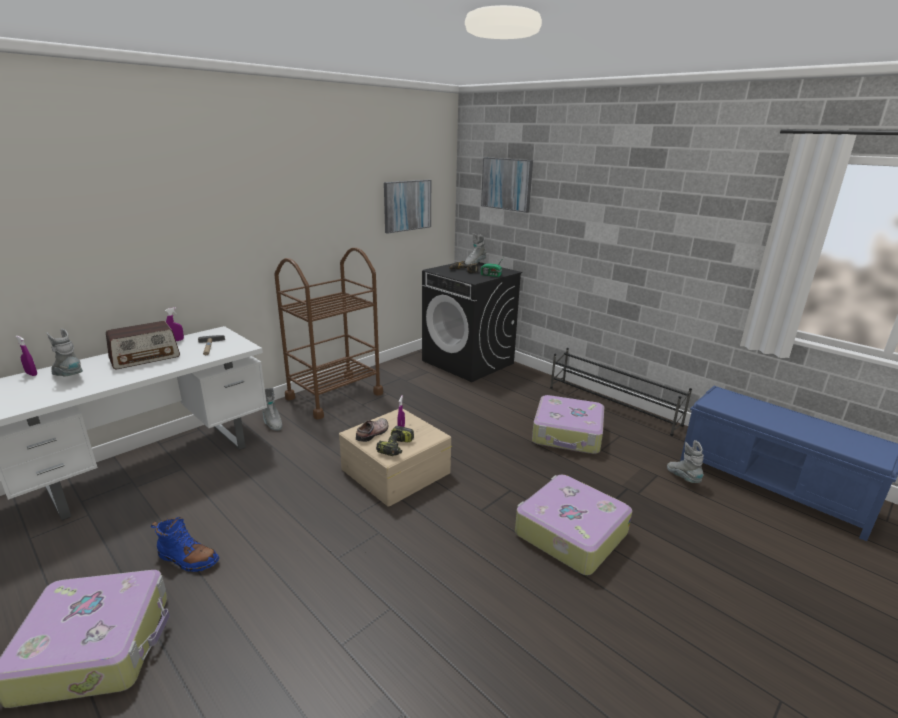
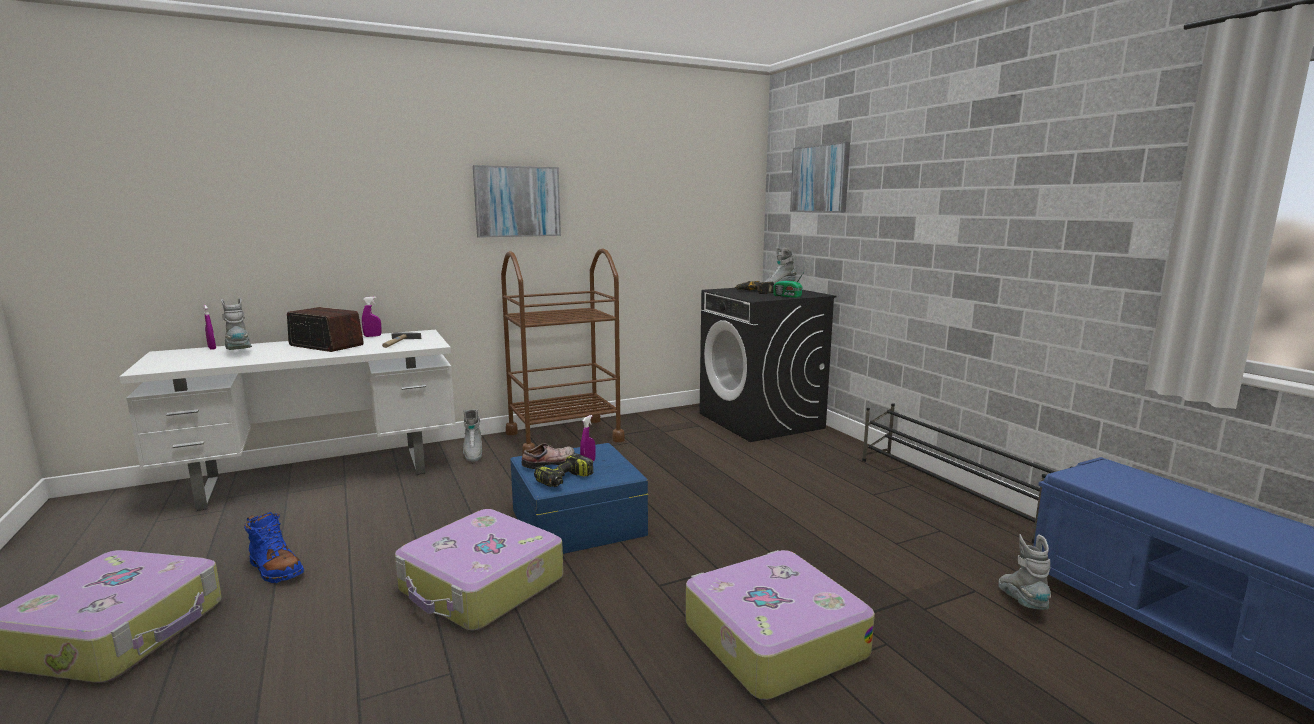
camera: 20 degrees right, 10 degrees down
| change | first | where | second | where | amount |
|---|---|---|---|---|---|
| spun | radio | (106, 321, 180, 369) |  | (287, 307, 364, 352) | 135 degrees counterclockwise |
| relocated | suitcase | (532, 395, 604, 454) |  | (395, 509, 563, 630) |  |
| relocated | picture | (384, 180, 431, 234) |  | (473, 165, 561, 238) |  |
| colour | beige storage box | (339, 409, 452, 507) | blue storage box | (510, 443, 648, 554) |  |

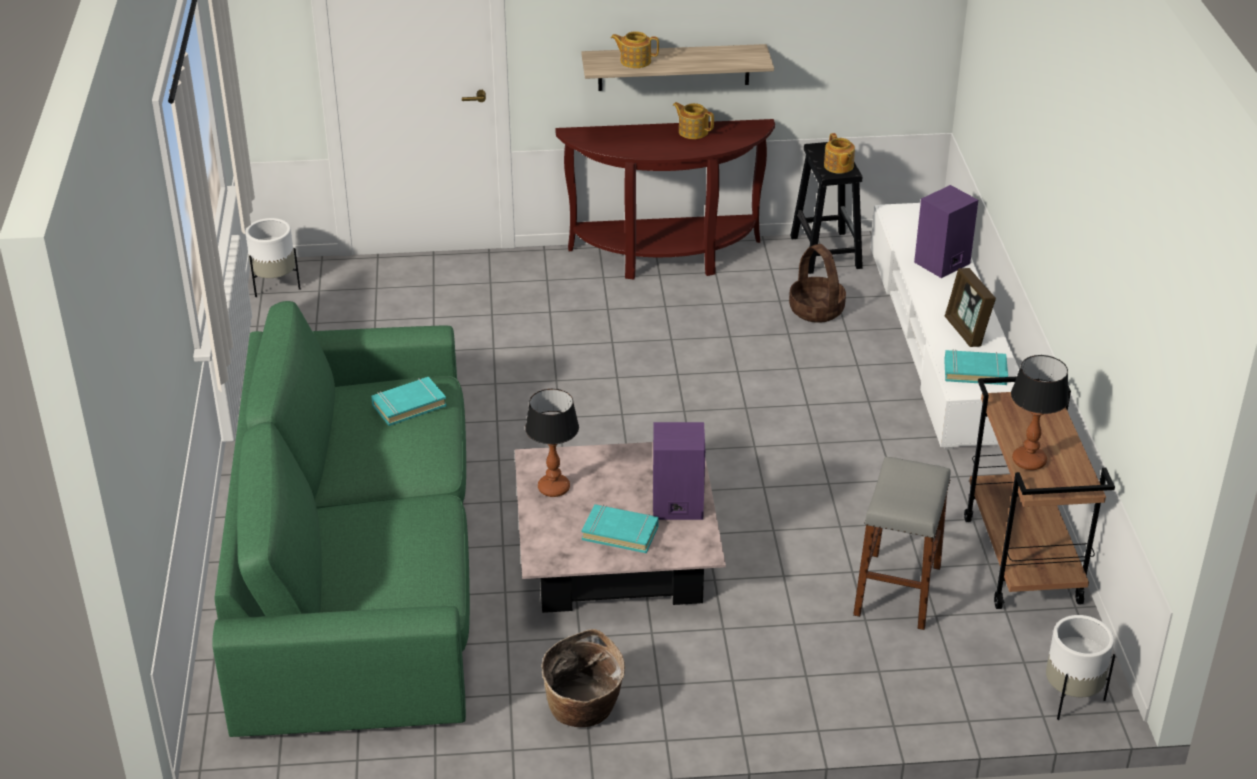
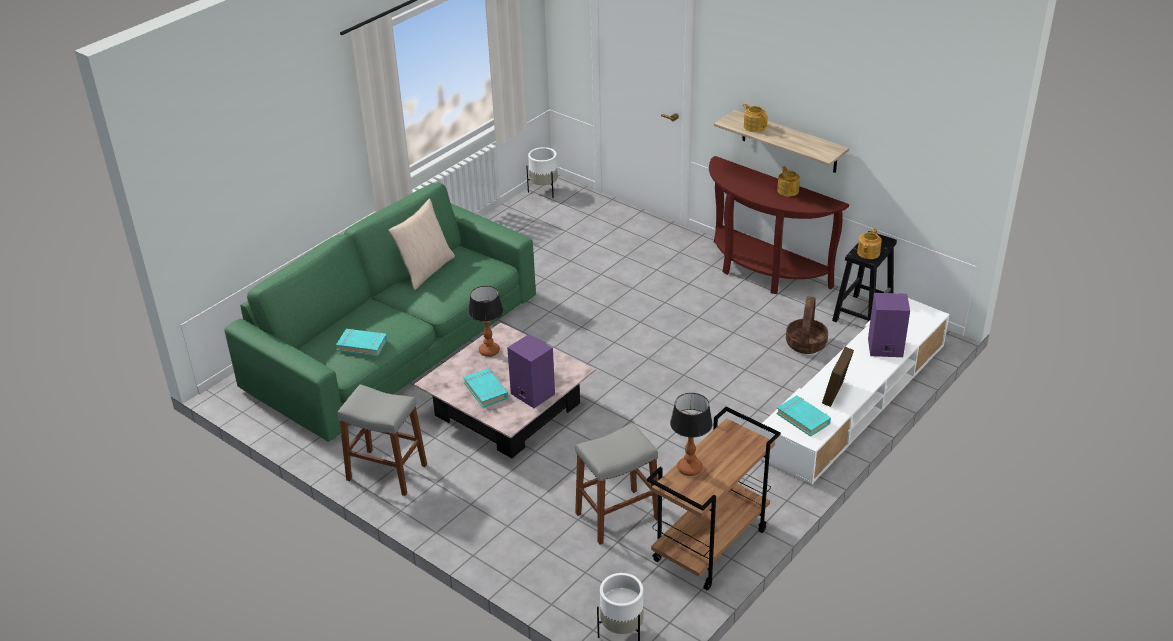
camera: 45 degrees right, 0 degrees up
| change | first | where | second | where | amount |
|---|---|---|---|---|---|
| relocated | turquoise book | (371, 377, 447, 426) |  | (336, 328, 387, 356) |  |
| exchanged | basket | (541, 629, 625, 727) | grey stool | (337, 384, 427, 496) |  |
| appeared |  |  | beige pillow | (389, 199, 455, 290) |  |

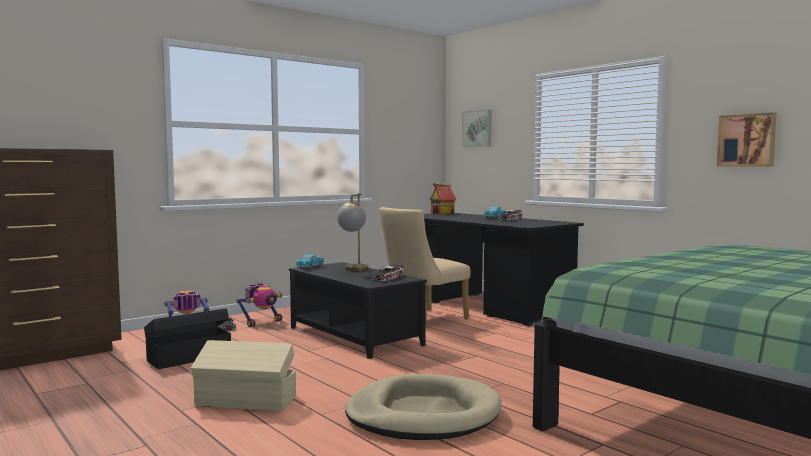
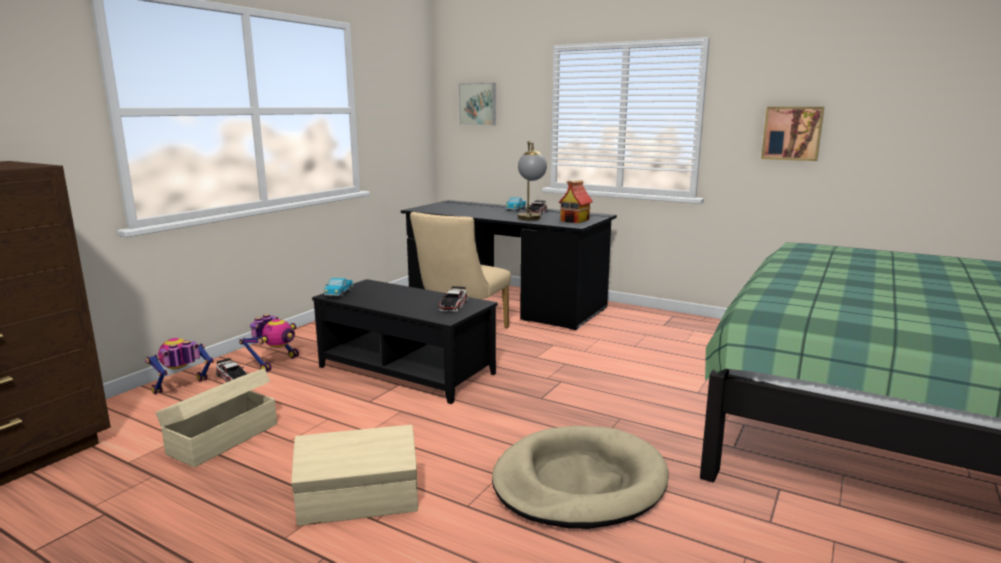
camera: 20 degrees left, 10 degrees up
| change | first | where | second | where | amount |
|---|---|---|---|---|---|
| colour | black storage box | (144, 308, 231, 369) | beige storage box | (155, 369, 277, 467) |  |
| relocated | table lamp | (337, 193, 369, 272) |  | (518, 141, 547, 220) |  |
| relocated | toy house | (430, 183, 456, 214) |  | (558, 181, 593, 223) |  |

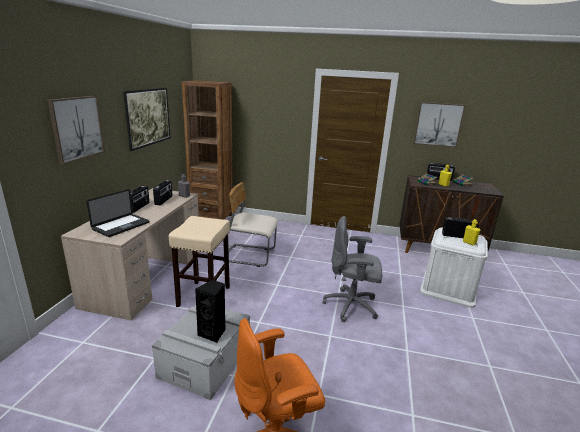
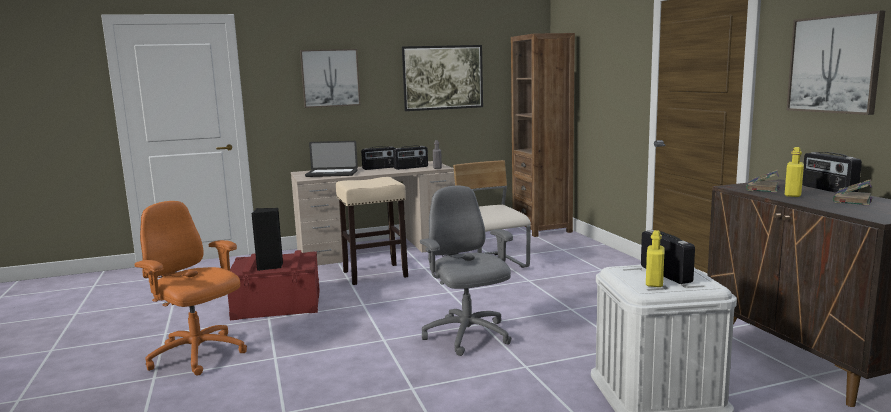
camera: 60 degrees right, 10 degrees down
| change | first | where | second | where | amount |
|---|---|---|---|---|---|
| colour | grey storage box | (152, 305, 250, 400) | red storage box | (228, 250, 320, 320) |  |

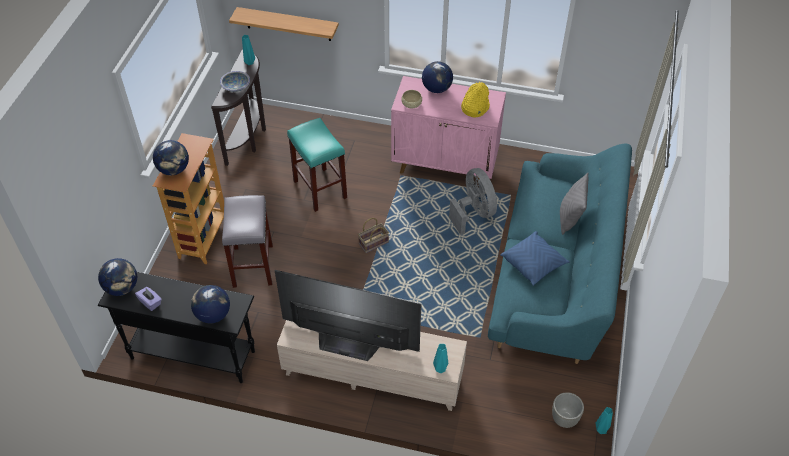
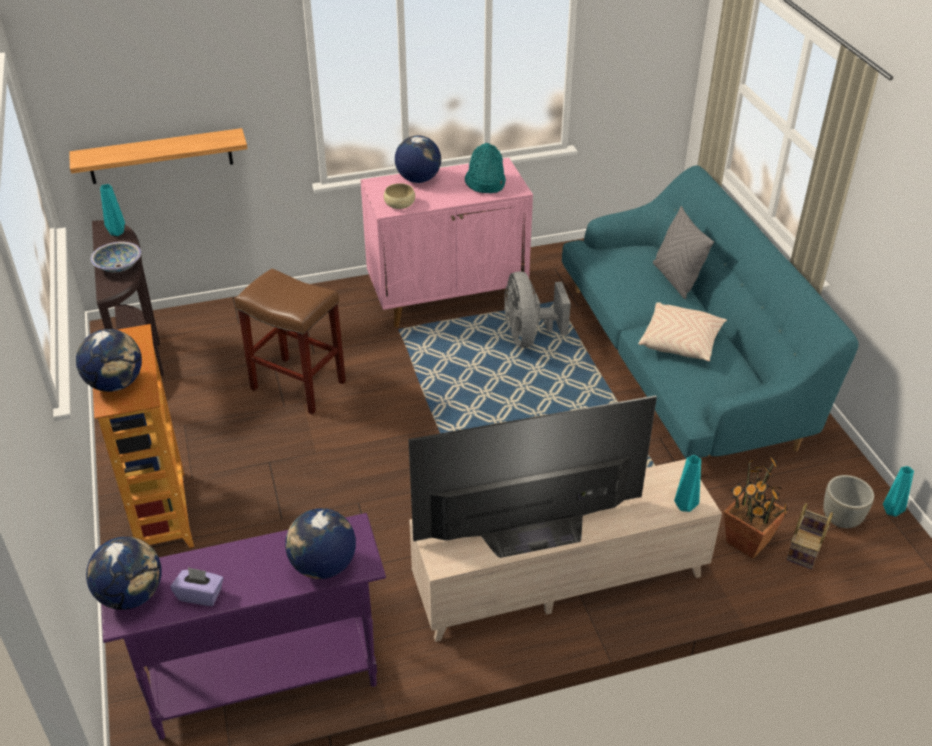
camera: 30 degrees left, 10 degrees down
| change | first | where | second | where | amount |
|---|---|---|---|---|---|
| colour | black console table | (98, 272, 255, 383) | purple console table | (101, 513, 386, 740) |  |
| colour | turquoise stool | (287, 118, 347, 212) | brown stool | (235, 268, 346, 415) |  |
| colour | yellow hat | (461, 82, 490, 118) | turquoise hat | (465, 143, 506, 193) |  |
| spun | grey fan | (449, 168, 497, 235) |  | (504, 272, 571, 348) | 135 degrees counterclockwise |
| colour | blue pillow | (500, 231, 570, 286) | beige pillow | (638, 302, 727, 361) |  |
| appeared |  |  | potted plant | (724, 455, 788, 559) |  |
| relocated | basket | (358, 218, 389, 253) |  | (787, 503, 833, 569) |  |
| missing | grey stool | (222, 195, 273, 288) |  |  |  |

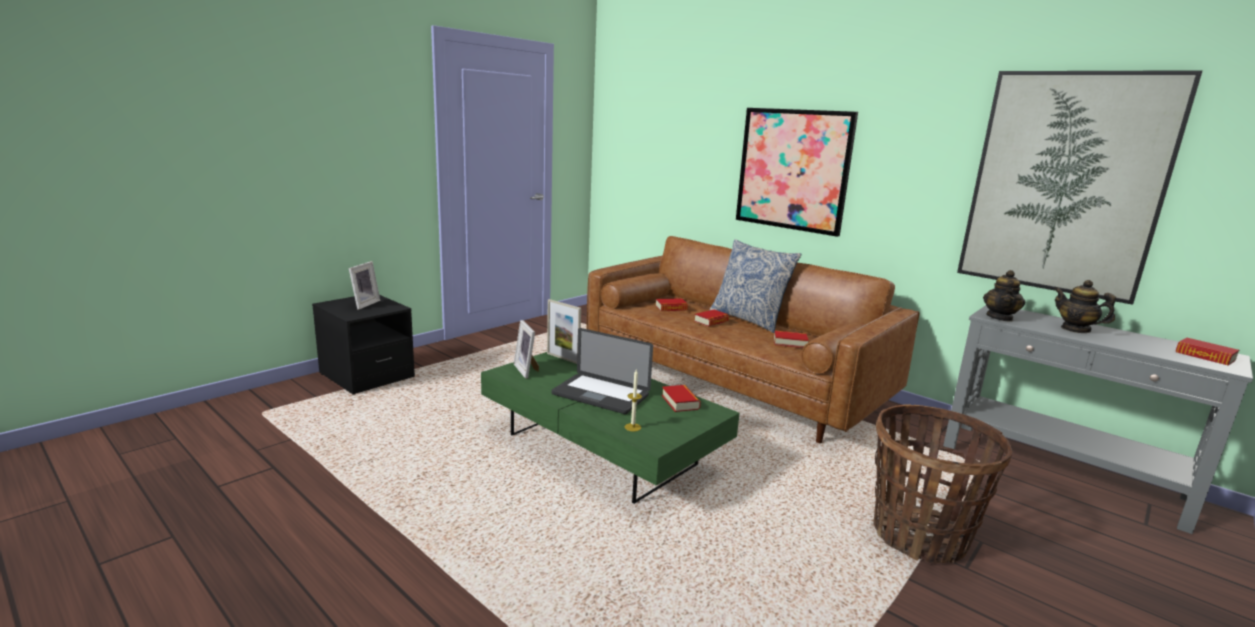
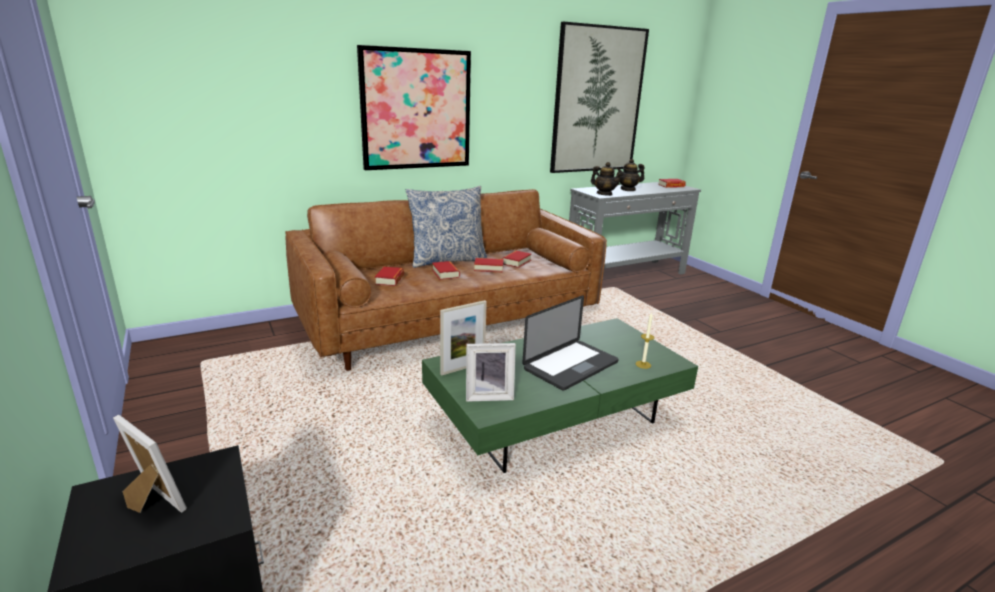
camera: 70 degrees left, 5 degrees up
| change | first | where | second | where | amount |
|---|---|---|---|---|---|
| relocated | book | (662, 385, 701, 412) |  | (474, 258, 504, 273) |  |
| missing | basket | (873, 404, 1012, 563) |  |  |  |

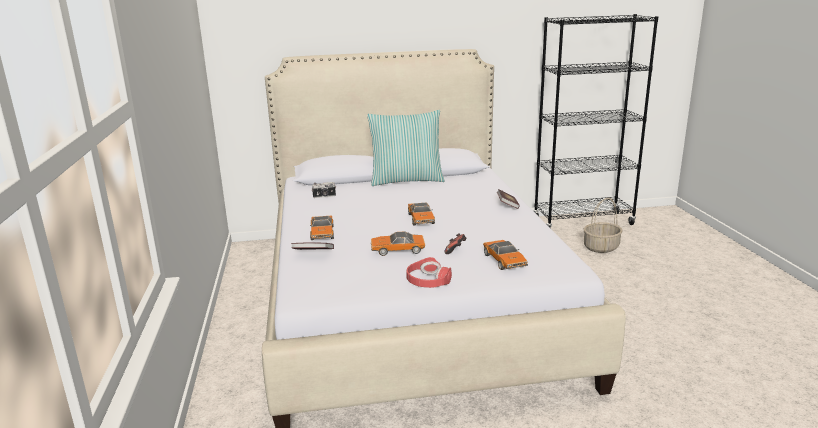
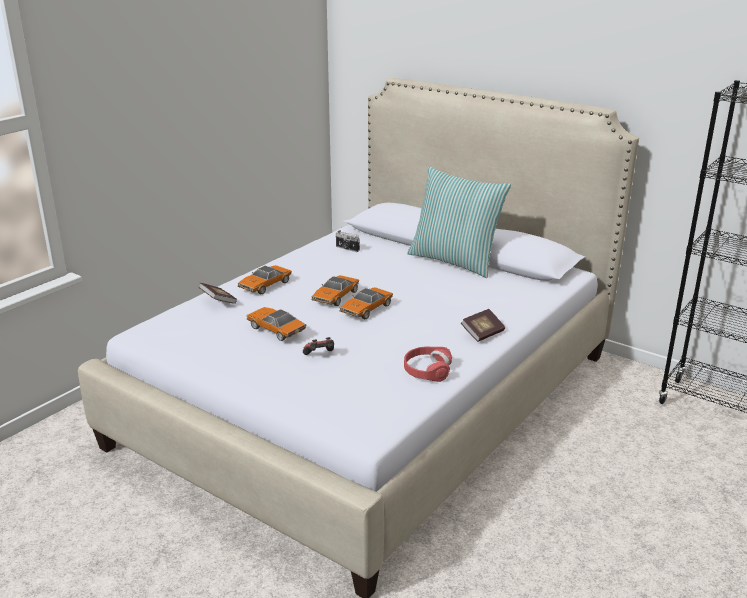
camera: 45 degrees right, 5 degrees up
| change | first | where | second | where | amount |
|---|---|---|---|---|---|
| relocated | toy car | (483, 240, 528, 270) |  | (311, 275, 359, 306) |  |
| relocated | red headphones | (406, 257, 452, 288) |  | (404, 346, 452, 382) |  |
| missing | basket | (584, 198, 623, 253) |  |  |  |

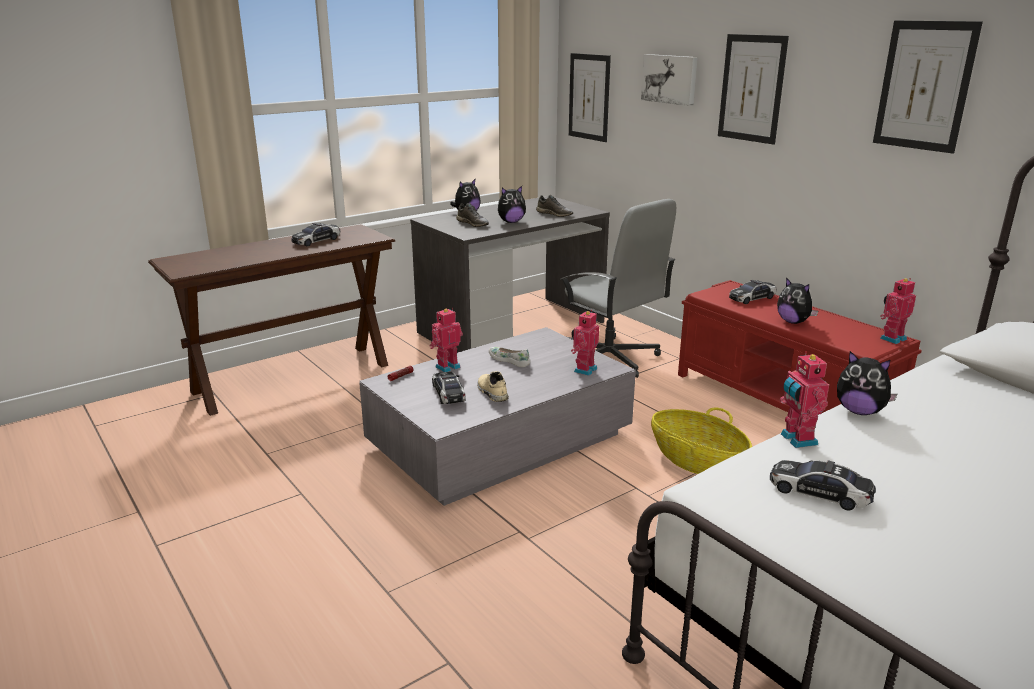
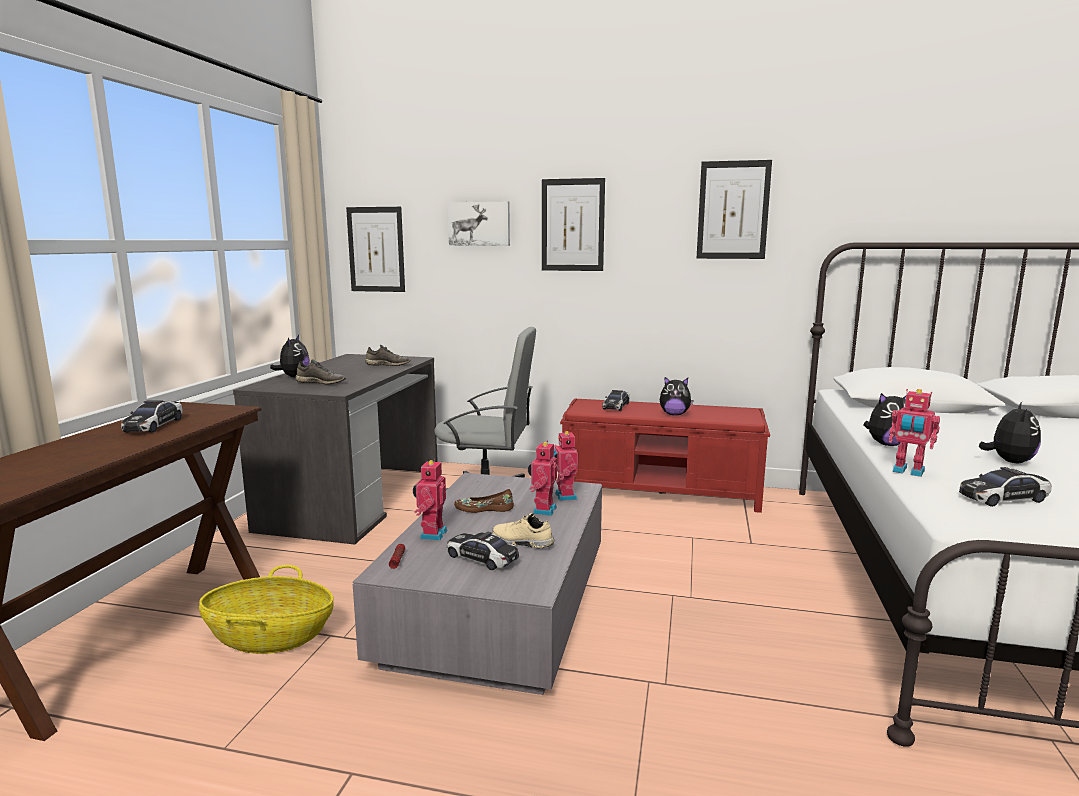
camera: 40 degrees left, 10 degrees down
| change | first | where | second | where | amount |
|---|---|---|---|---|---|
| relocated | basket | (651, 408, 752, 474) |  | (199, 565, 334, 654) |  |
| colour | white shoe | (489, 347, 531, 367) | brown shoe | (454, 489, 514, 513) |  |
| relocated | toy robot | (880, 278, 916, 344) |  | (528, 441, 557, 516) |  |
| relocated | plush toy | (498, 186, 526, 223) |  | (979, 402, 1041, 463) |  |

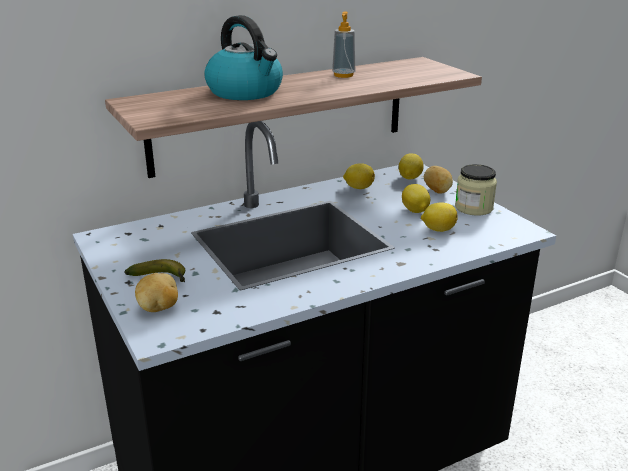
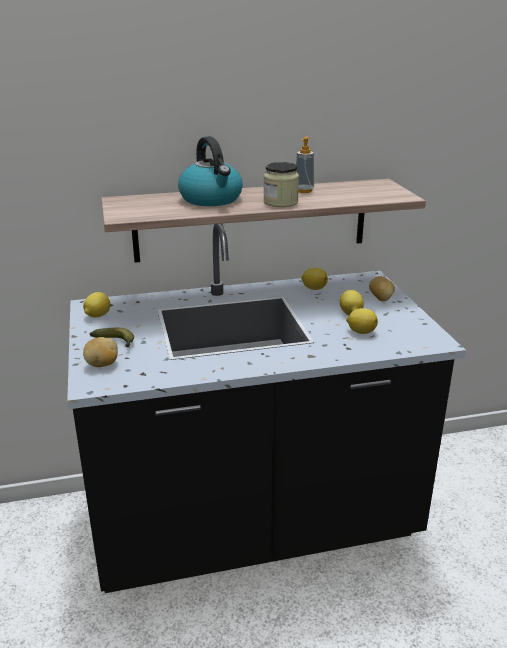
camera: 15 degrees right, 0 degrees up
| change | first | where | second | where | amount |
|---|---|---|---|---|---|
| relocated | lemon | (399, 153, 424, 180) |  | (83, 292, 110, 318) |  |
| relocated | jar | (455, 164, 497, 216) |  | (263, 162, 299, 207) |  |

